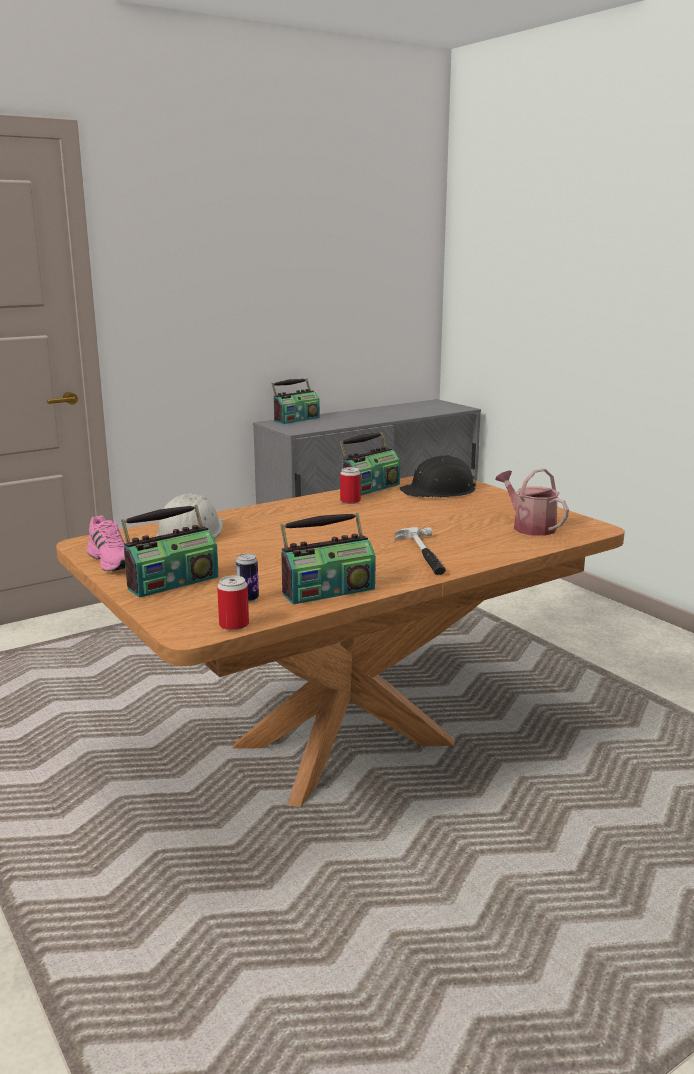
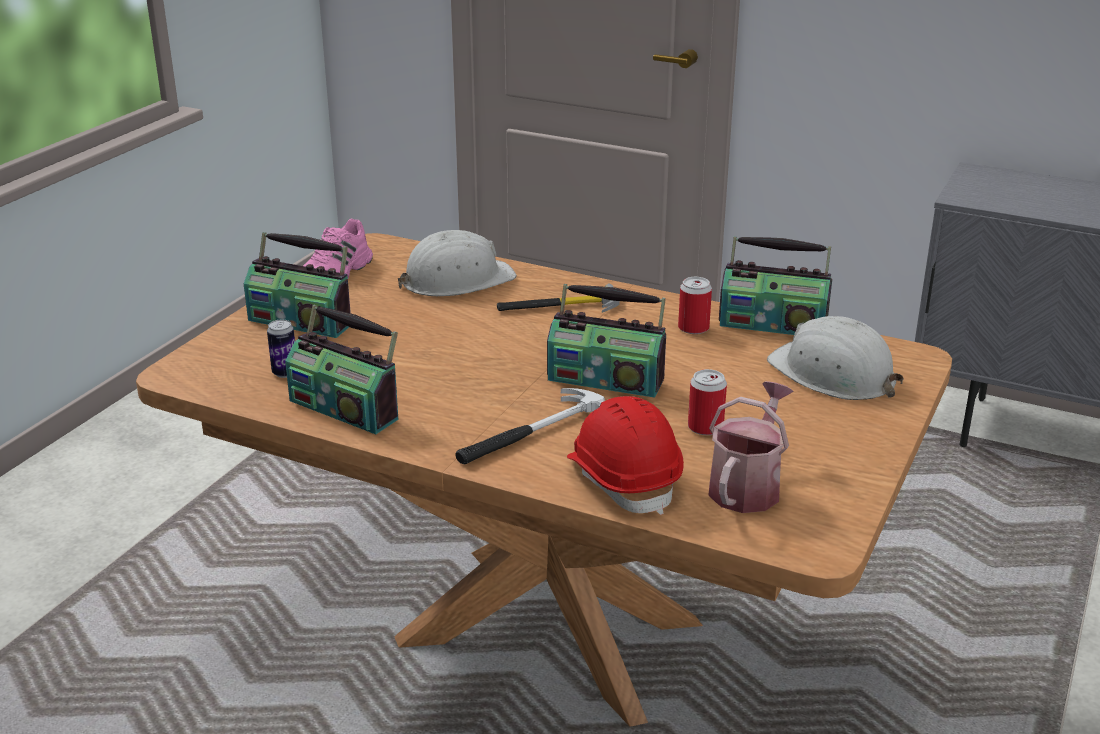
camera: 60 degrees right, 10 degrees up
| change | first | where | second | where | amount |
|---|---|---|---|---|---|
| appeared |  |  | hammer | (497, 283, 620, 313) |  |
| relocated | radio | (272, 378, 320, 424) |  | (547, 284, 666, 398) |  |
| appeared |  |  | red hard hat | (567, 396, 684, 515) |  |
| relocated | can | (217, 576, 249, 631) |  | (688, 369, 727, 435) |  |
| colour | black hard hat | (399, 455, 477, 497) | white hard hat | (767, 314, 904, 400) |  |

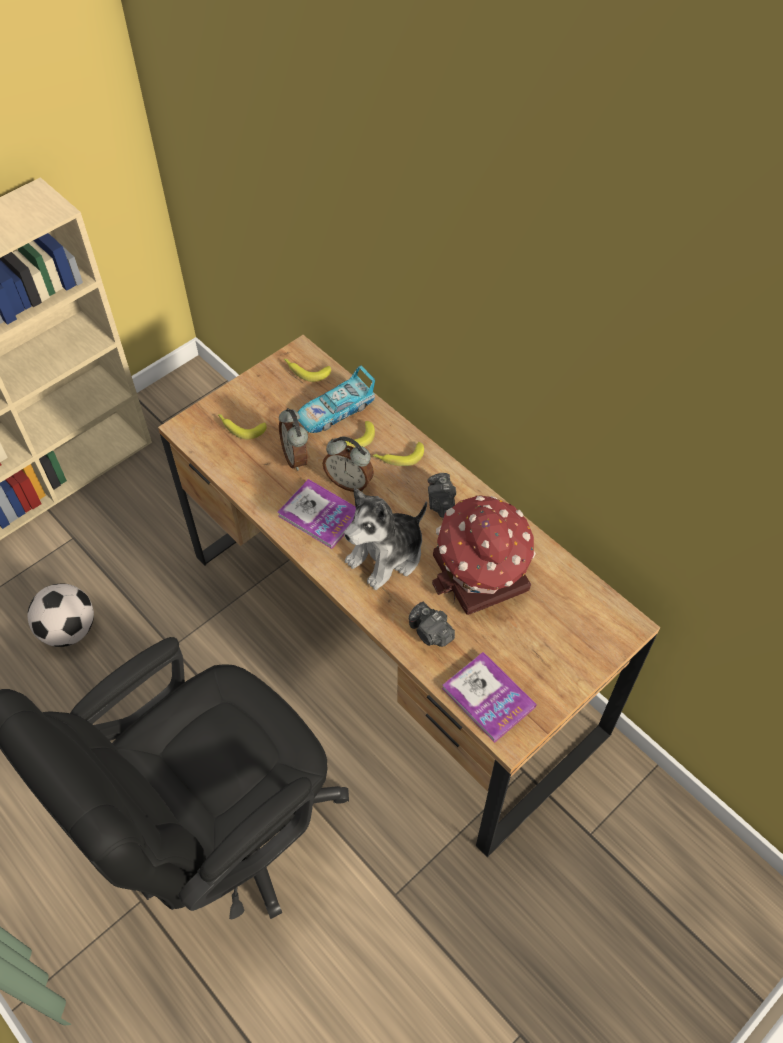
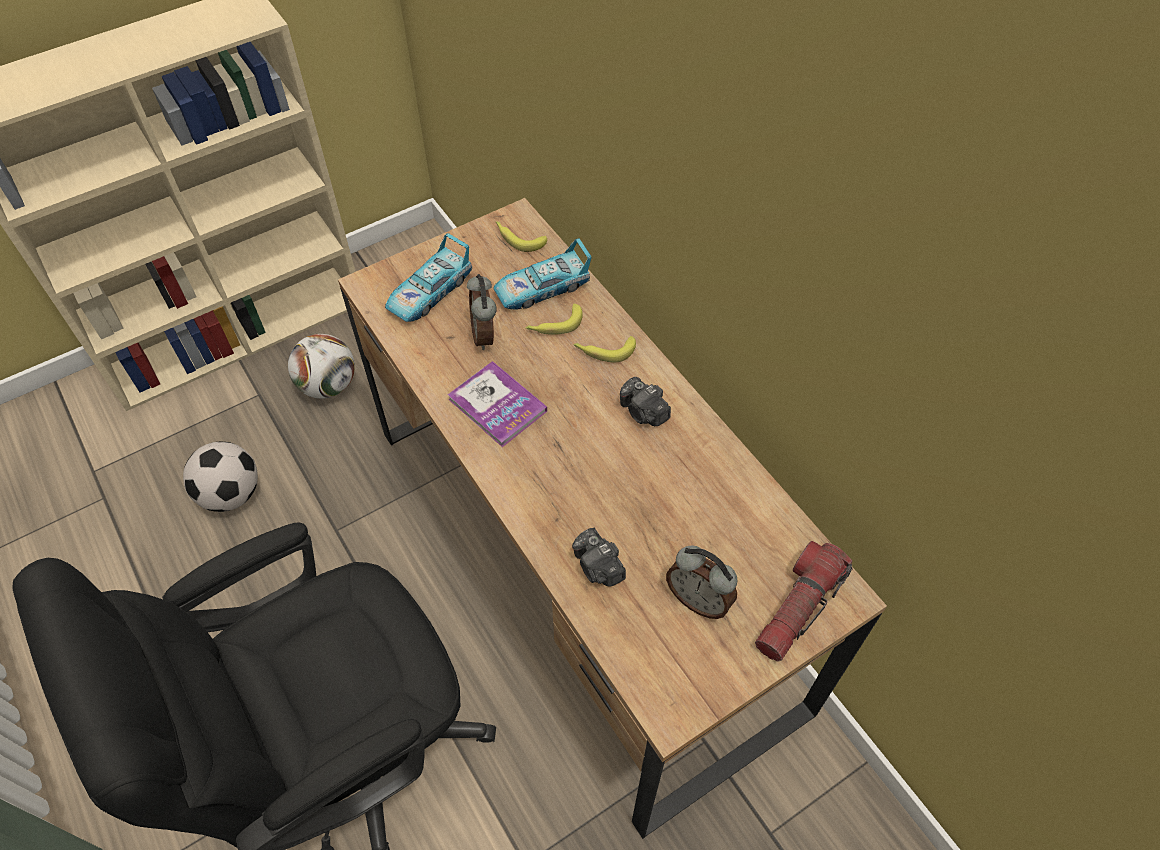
camera: 10 degrees right, 0 degrees up
| change | first | where | second | where | amount |
|---|---|---|---|---|---|
| appeared |  |  | football | (288, 334, 355, 399) |  |
| exchanged | banana | (218, 414, 267, 440) | toy car | (385, 233, 472, 322) |  |
| spun | photo camera | (428, 473, 456, 517) |  | (620, 377, 671, 426) | 45 degrees counterclockwise |
| relocated | alarm clock | (323, 436, 374, 492) |  | (666, 545, 738, 619) |  |
| appeared |  |  | flashlight | (755, 541, 853, 661) |  |
| missing | plush toy | (344, 488, 427, 590) |  |  |  |
| missing | toy house | (432, 495, 536, 615) |  |  |  |
| missing | book | (442, 652, 537, 743) |  |  |  |

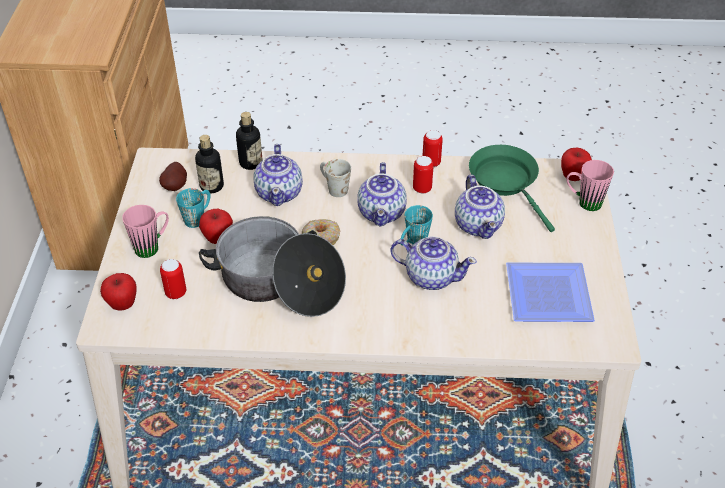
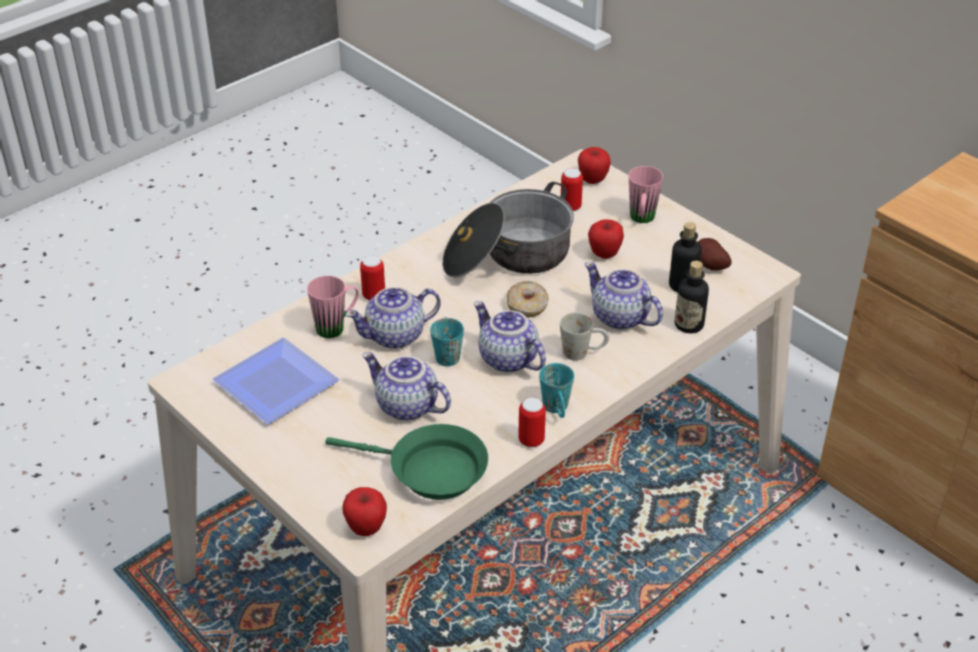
camera: 135 degrees right, 5 degrees down
| change | first | where | second | where | amount |
|---|---|---|---|---|---|
| relocated | pink mug | (566, 160, 614, 211) |  | (307, 276, 359, 338) |  |
| relocated | can | (413, 156, 434, 193) |  | (360, 256, 385, 301) |  |
| relocated | turquoise mug | (176, 188, 211, 228) |  | (539, 363, 574, 418) |  |

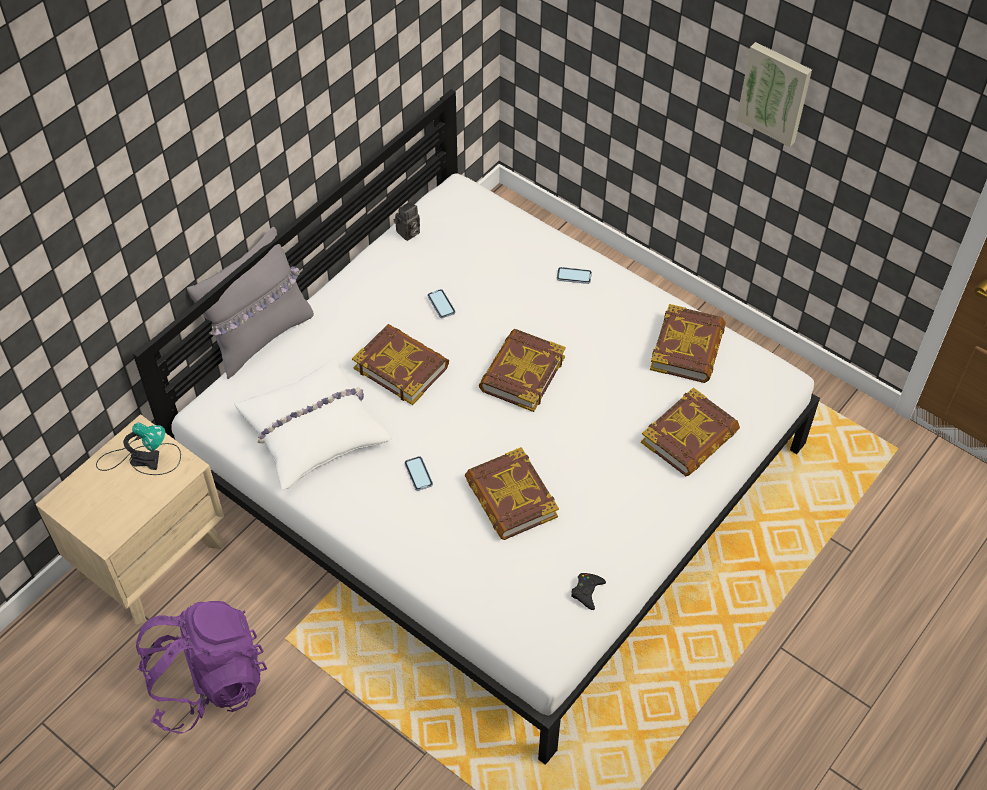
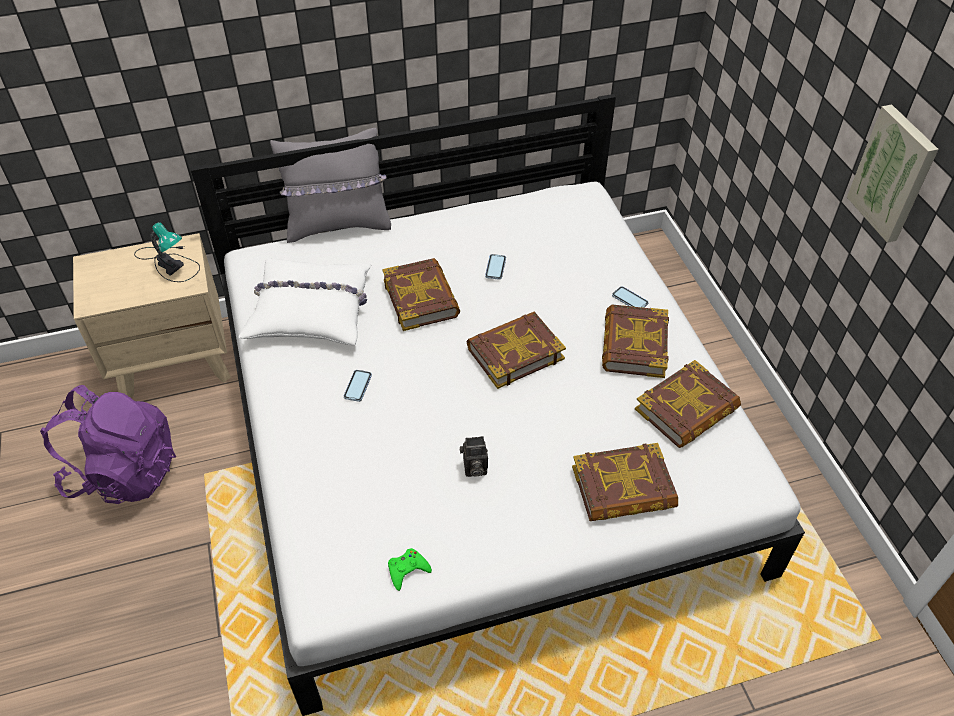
camera: 35 degrees right, 5 degrees down
| change | first | where | second | where | amount |
|---|---|---|---|---|---|
| colour | black game controller | (571, 573, 606, 610) | green game controller | (388, 548, 432, 591) |  |
| relocated | photo camera | (394, 201, 420, 241) |  | (460, 436, 488, 477) |  |
| relocated | book | (465, 447, 559, 540) |  | (602, 304, 669, 378) |  |

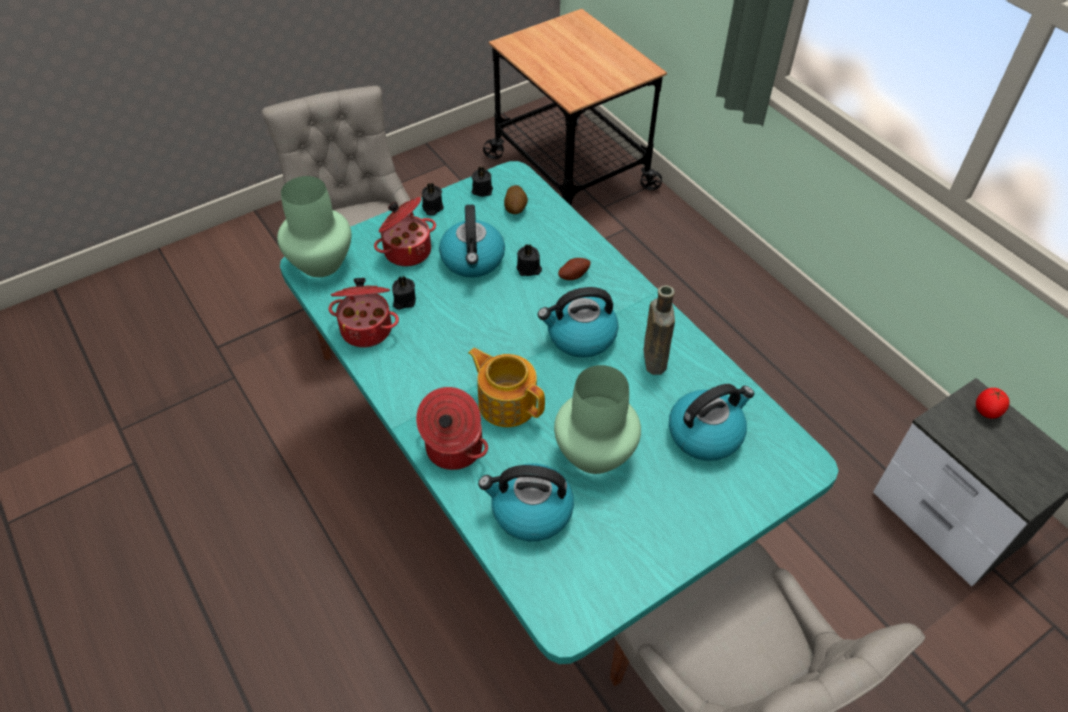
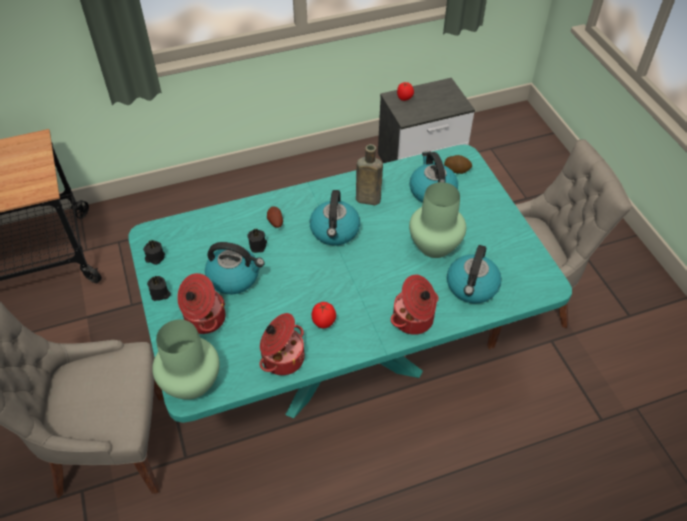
camera: 75 degrees left, 0 degrees up
| change | first | where | second | where | amount |
|---|---|---|---|---|---|
| appeared |  |  | tomato | (311, 302, 336, 328) |  |
| relocated | potato | (504, 185, 528, 214) |  | (444, 155, 472, 174) |  |
| missing | black candle | (392, 276, 416, 310) |  |  |  |
| missing | teapot | (468, 348, 545, 427) |  |  |  |

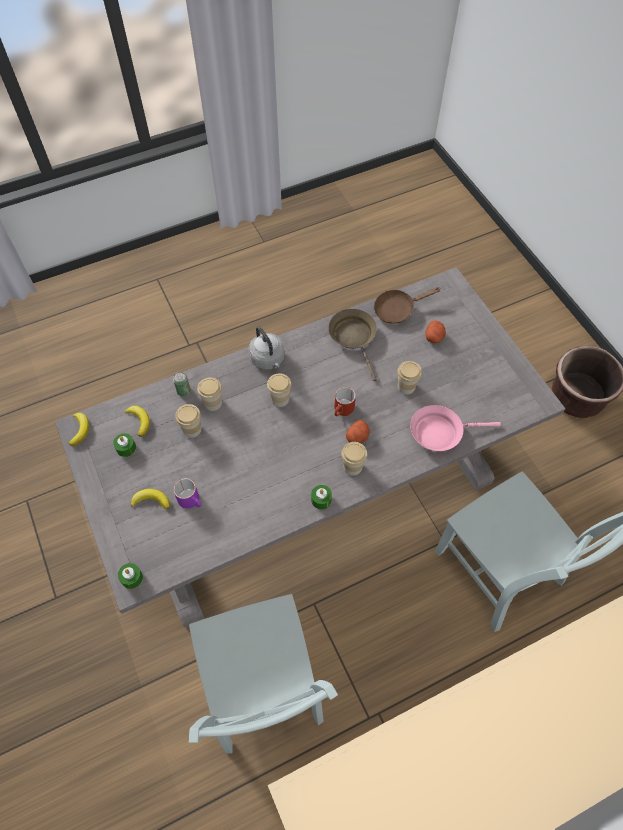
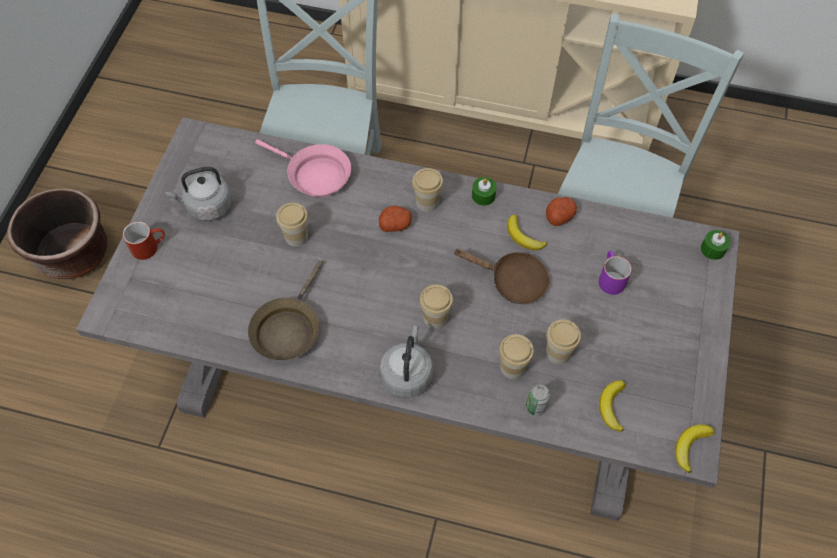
camera: 140 degrees left, 0 degrees up
| change | first | where | second | where | amount |
|---|---|---|---|---|---|
| relocated | red mug | (334, 387, 356, 416) |  | (123, 222, 165, 260) |  |
| appeared |  |  | grey kettle | (165, 167, 232, 221) |  |
| relocated | brown frying pan | (374, 287, 441, 324) |  | (453, 249, 549, 304) |  |
| relocated | banana | (131, 489, 170, 510) |  | (507, 215, 547, 250) |  |
| relocated | potato | (426, 320, 446, 343) |  | (546, 197, 577, 226) |  |
| missing | green candle | (113, 433, 136, 457) |  |  |  |

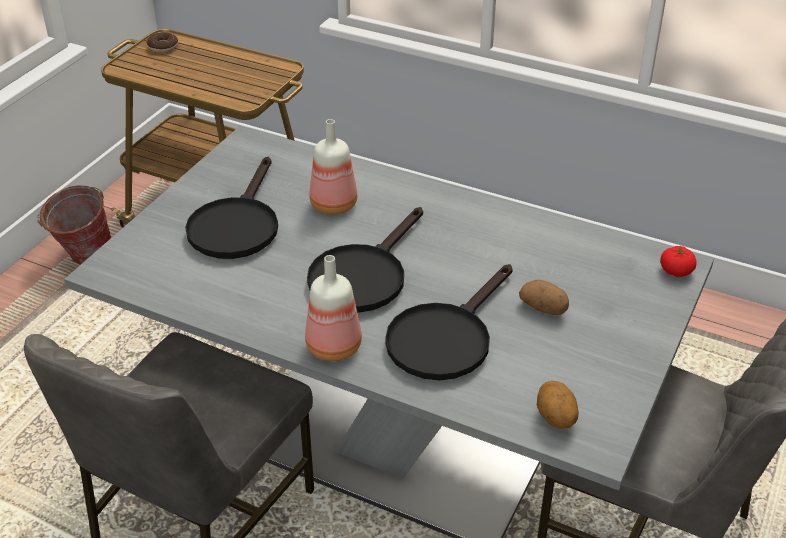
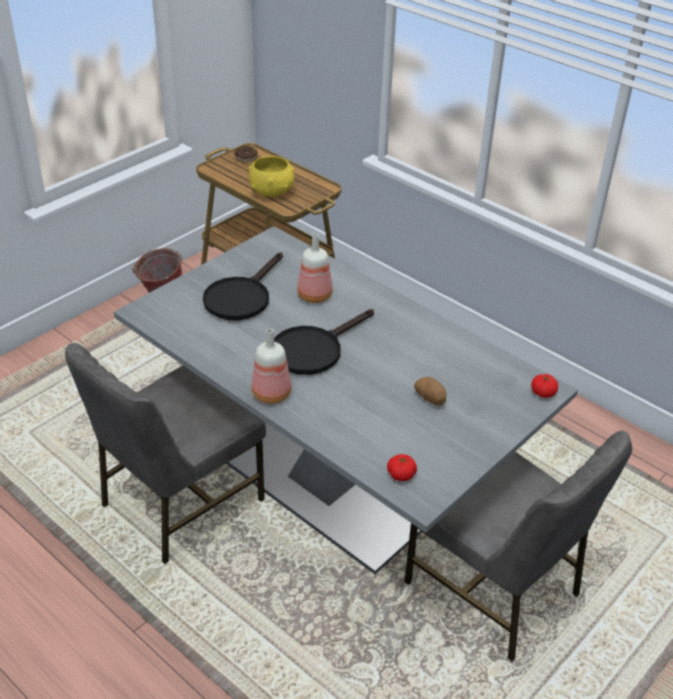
camera: 15 degrees right, 0 degrees up
| change | first | where | second | where | amount |
|---|---|---|---|---|---|
| appeared |  |  | yellow bowl | (248, 156, 294, 197) |  |
| exchanged | potato | (537, 381, 579, 429) | tomato | (387, 454, 417, 481) |  |
| missing | black frying pan | (385, 264, 513, 381) |  |  |  |

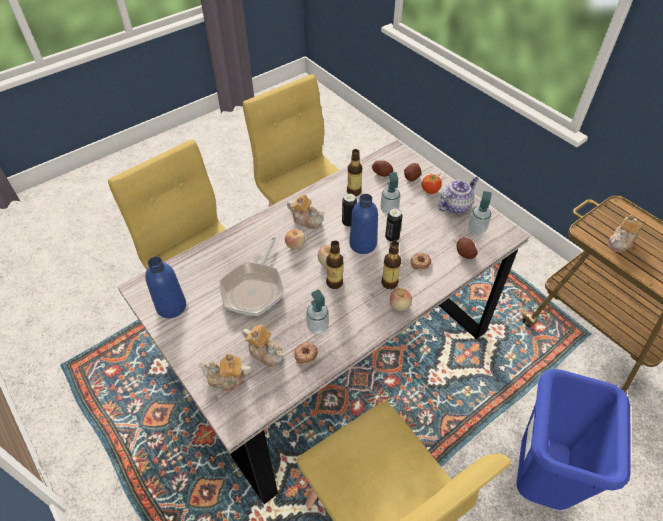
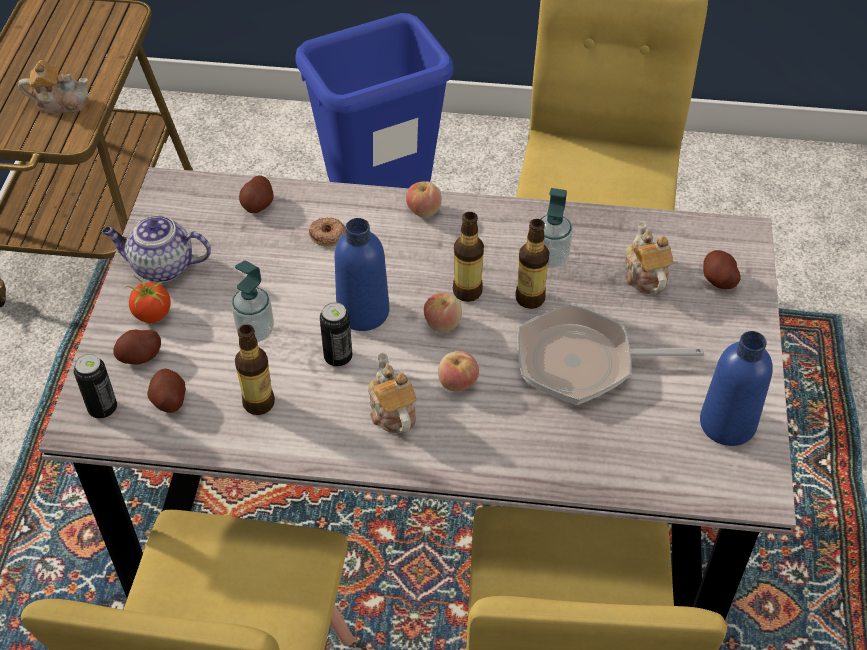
camera: 135 degrees left, 0 degrees up
| change | first | where | second | where | amount |
|---|---|---|---|---|---|
| relocated | can | (385, 208, 402, 242) |  | (74, 354, 117, 419) |  |
| relocated | bottle | (381, 241, 401, 289) |  | (515, 219, 549, 309) |  |
| spun | frying pan | (220, 237, 284, 316) |  | (517, 303, 704, 405) | 150 degrees counterclockwise |
| exchanged | teapot | (198, 353, 252, 392) | potato | (703, 250, 741, 289) |  |
| missing | donut | (294, 342, 318, 364) |  |  |  |
| missing | soap dispenser | (468, 191, 492, 235) |  |  |  |

